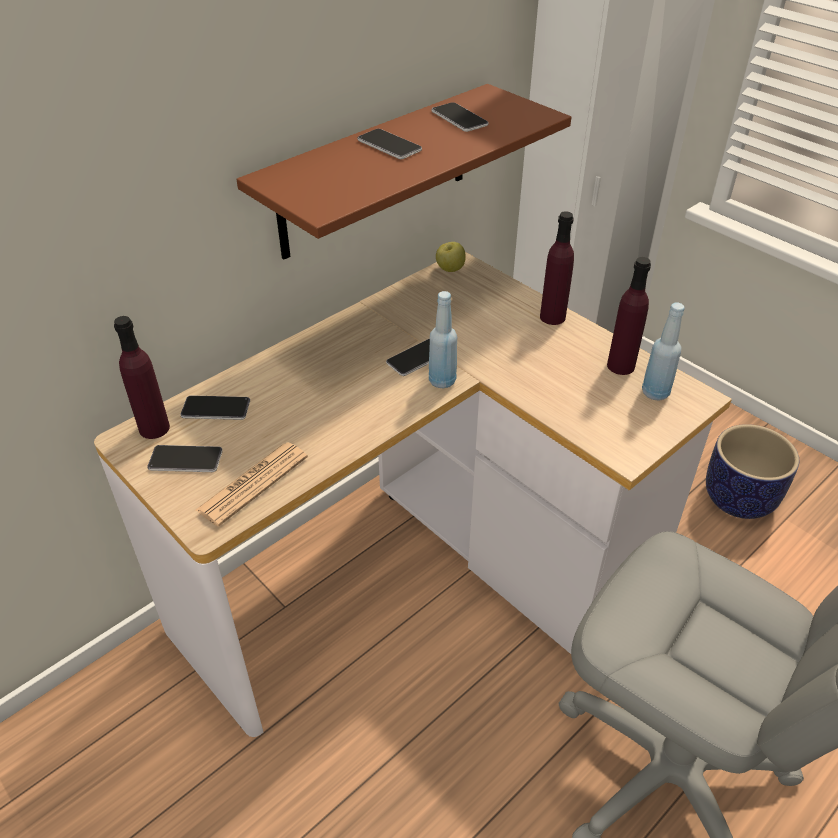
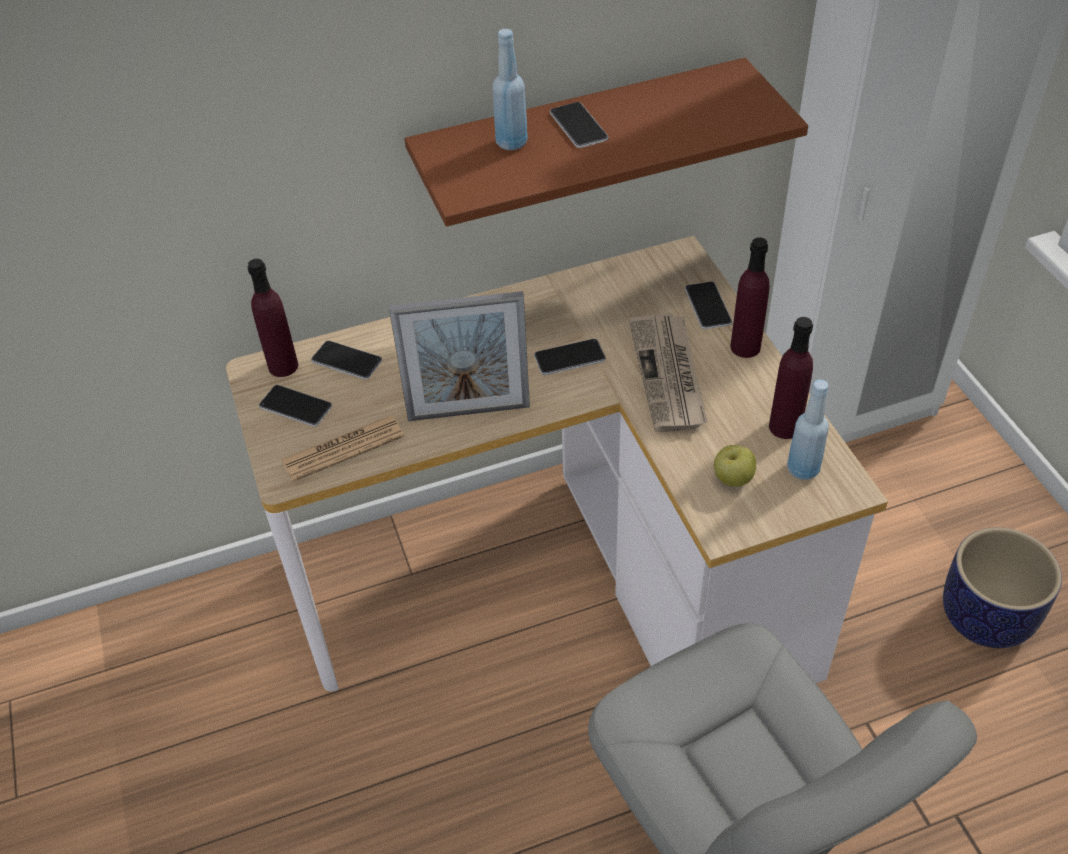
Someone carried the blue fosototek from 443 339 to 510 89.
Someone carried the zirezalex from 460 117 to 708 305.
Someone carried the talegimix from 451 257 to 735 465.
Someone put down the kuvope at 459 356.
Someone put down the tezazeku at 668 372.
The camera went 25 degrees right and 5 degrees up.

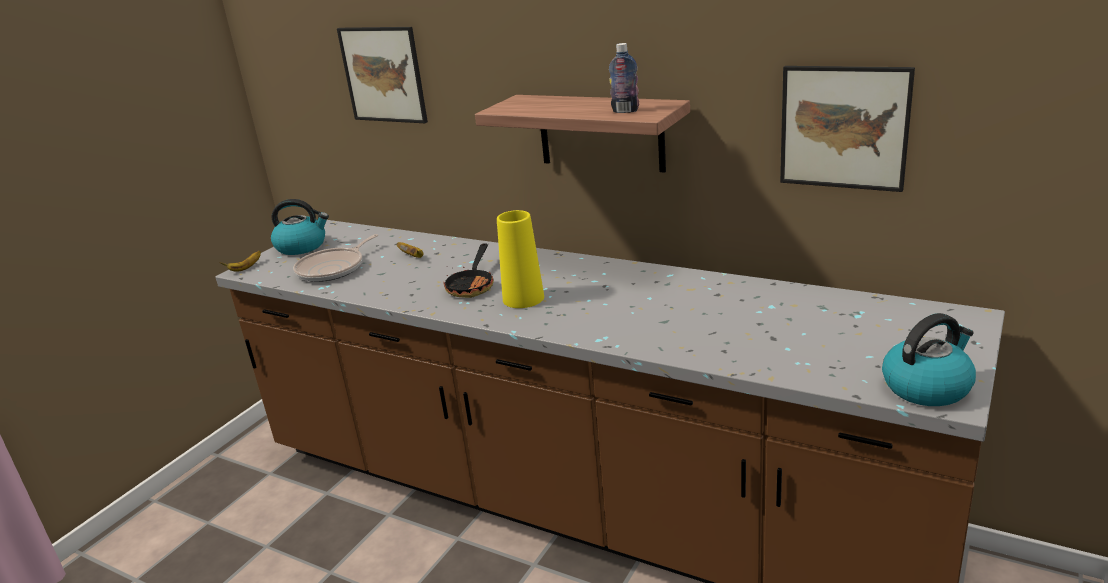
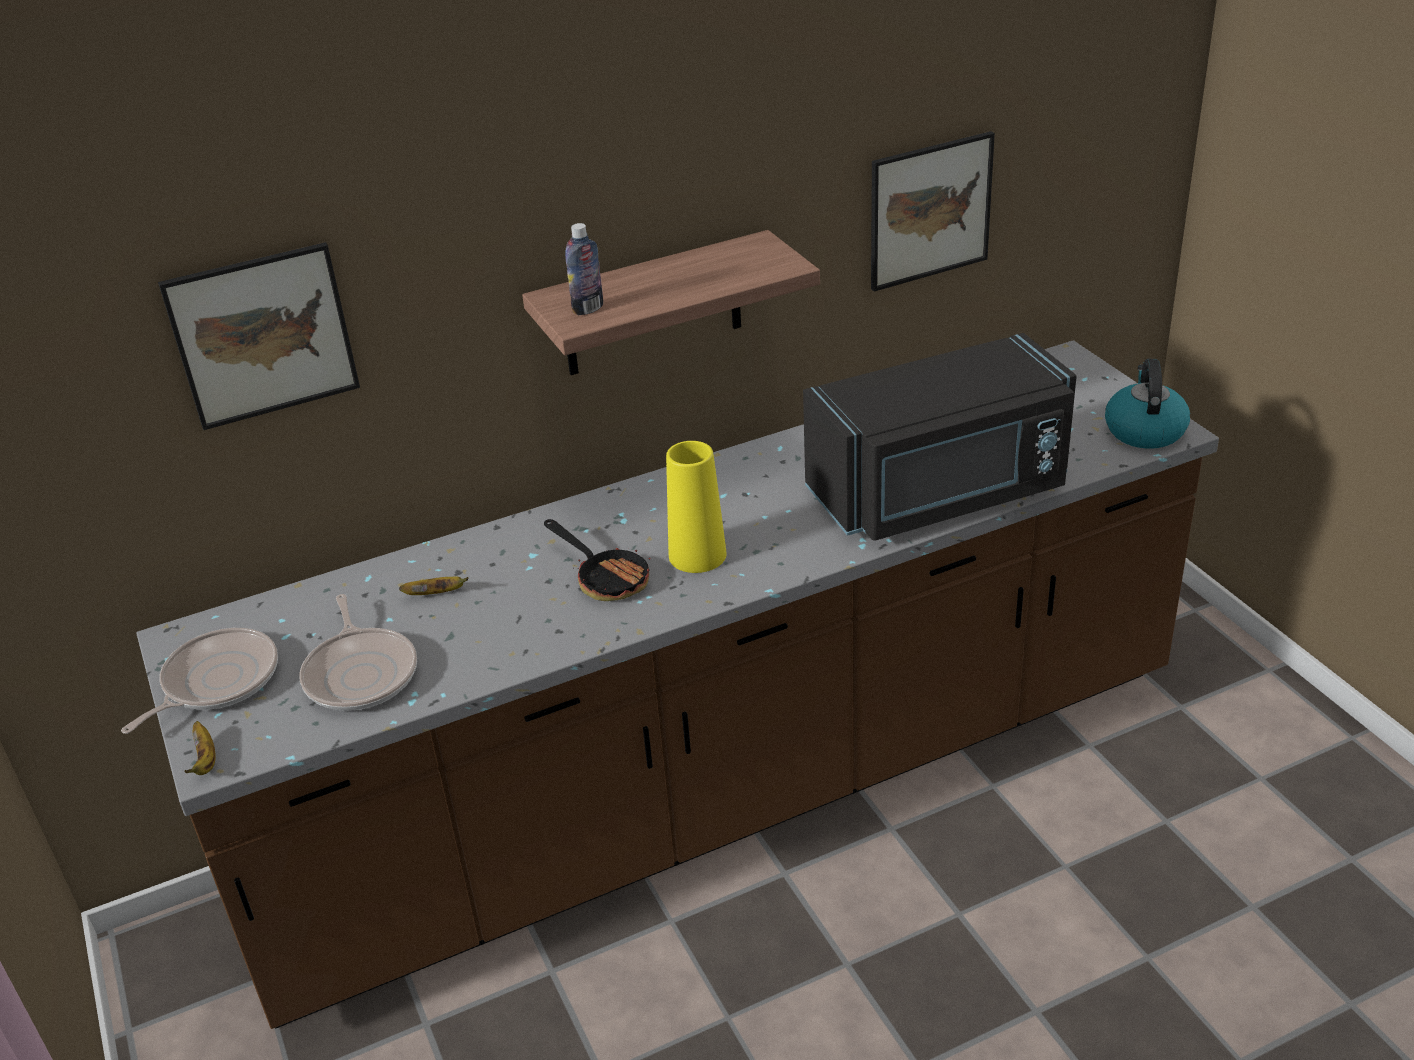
Someone swapped the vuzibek at 300 227 for the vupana at 199 681.
Someone carried the fosototek from 624 78 to 584 269.
Someone put down the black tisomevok at 940 437.
The camera went 55 degrees left and 10 degrees up.

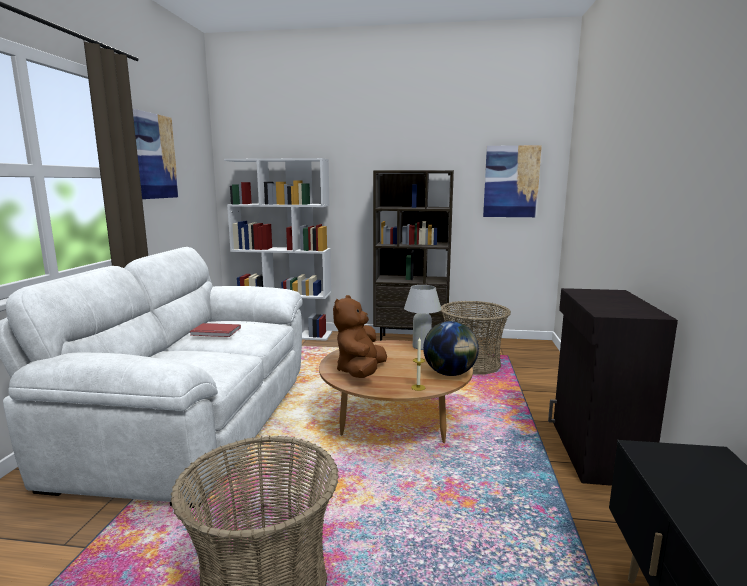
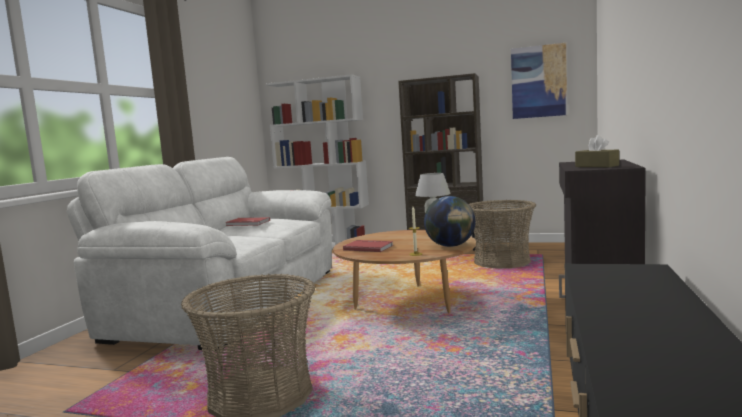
Someone took away the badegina at 156 154.
Someone swapped the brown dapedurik at 360 336 for the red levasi at 368 246.
Someone put down the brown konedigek at 597 151.
The camera went 10 degrees right and 5 degrees down.

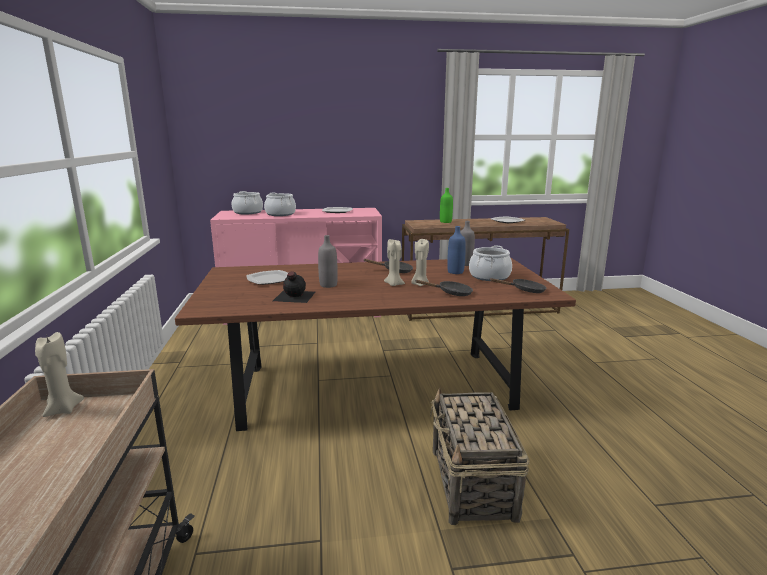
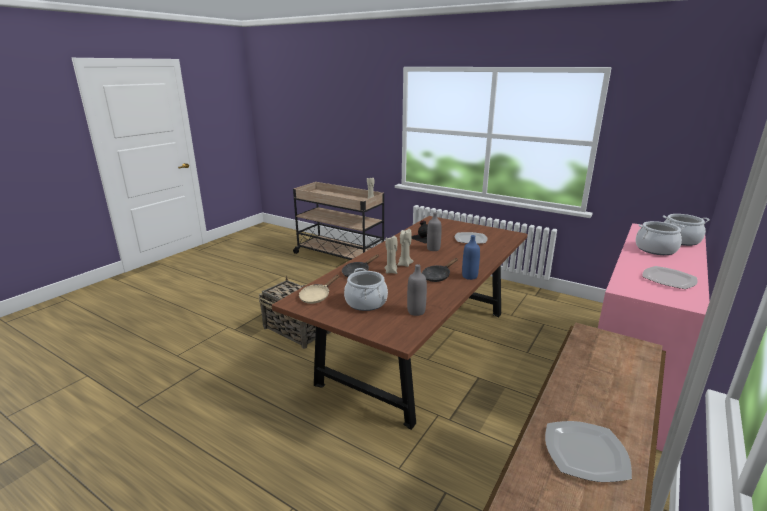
Someone took away the green fosototek at 446 205.
Someone carried the blue fosototek from 456 250 to 471 257.
Someone repainted the black vupana at 518 285, which became the beige vupana at 319 289.
The camera went 130 degrees right and 5 degrees up.

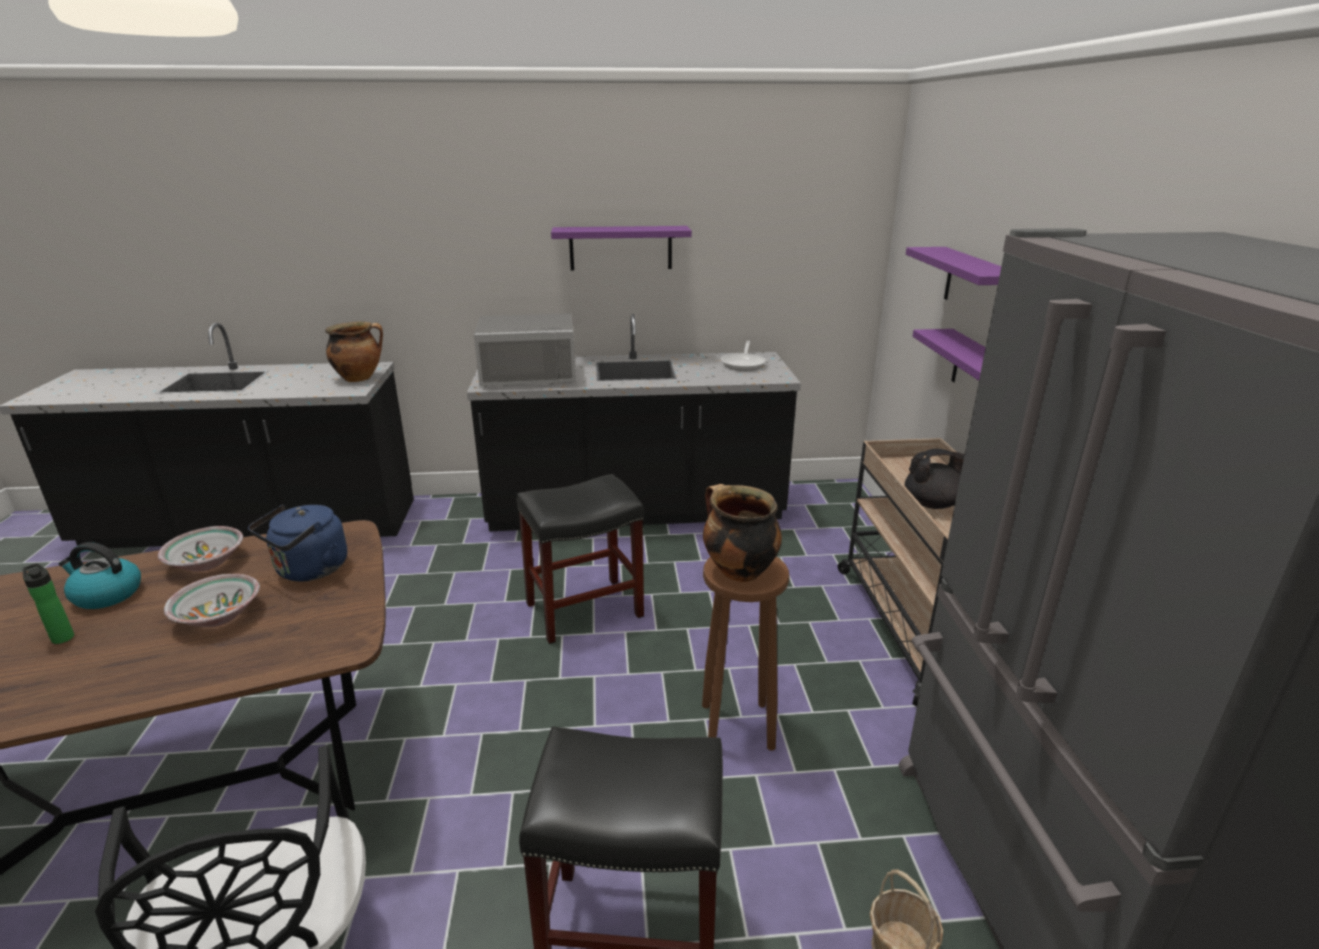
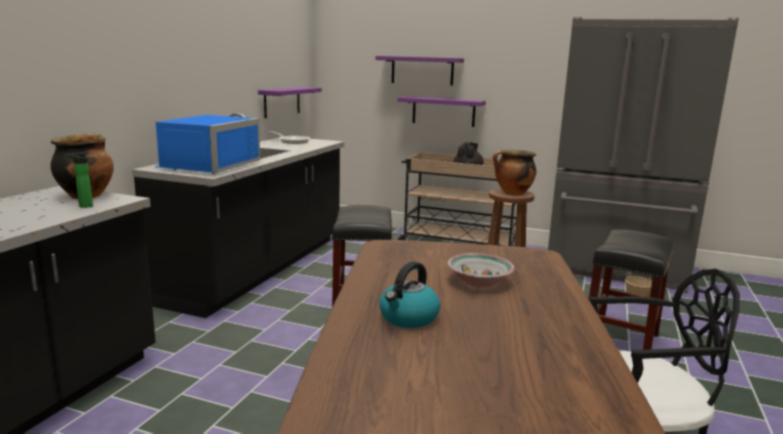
Someone carried the fosototek from 48 603 to 80 180.
Someone took away the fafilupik at 200 549.
Someone took away the blue vuzibek at 297 543.
Someone repainted the grey tisomevok at 525 349, which became the blue tisomevok at 207 144.
Someone carried the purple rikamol from 621 248 to 290 102.
The camera went 65 degrees left and 10 degrees down.

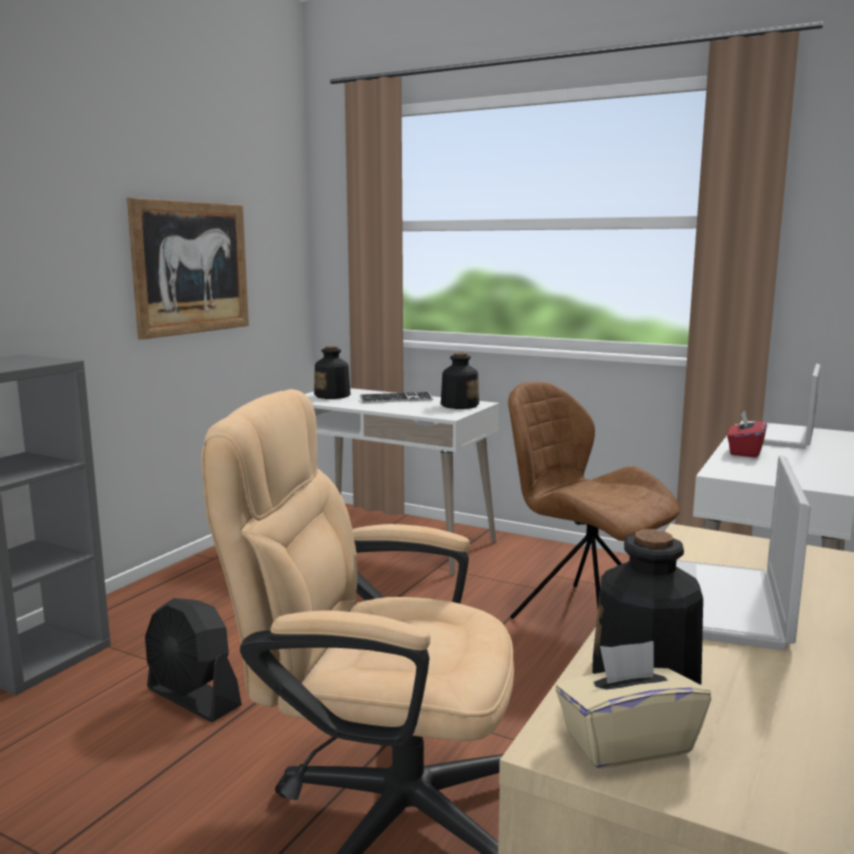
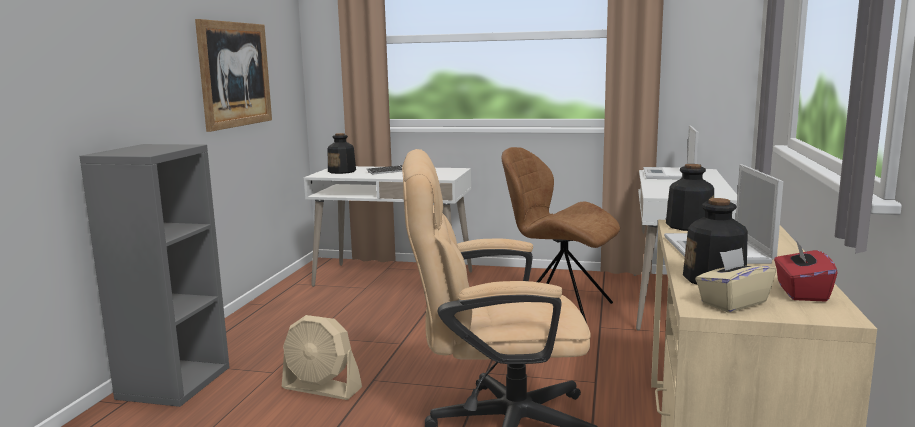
Someone repainted the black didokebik at 193 660, which became the beige didokebik at 322 357.
Someone carried the fosototek from 460 381 to 690 197.
Someone carried the red konedigek from 747 434 to 806 271.
The camera went 15 degrees left and 0 degrees up.

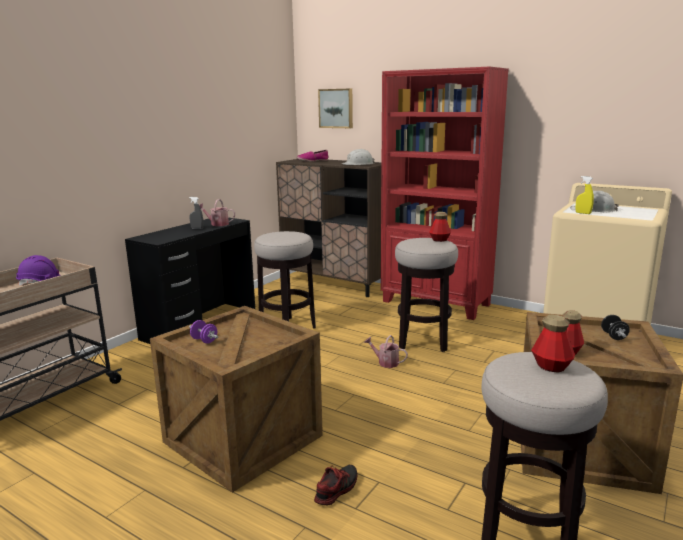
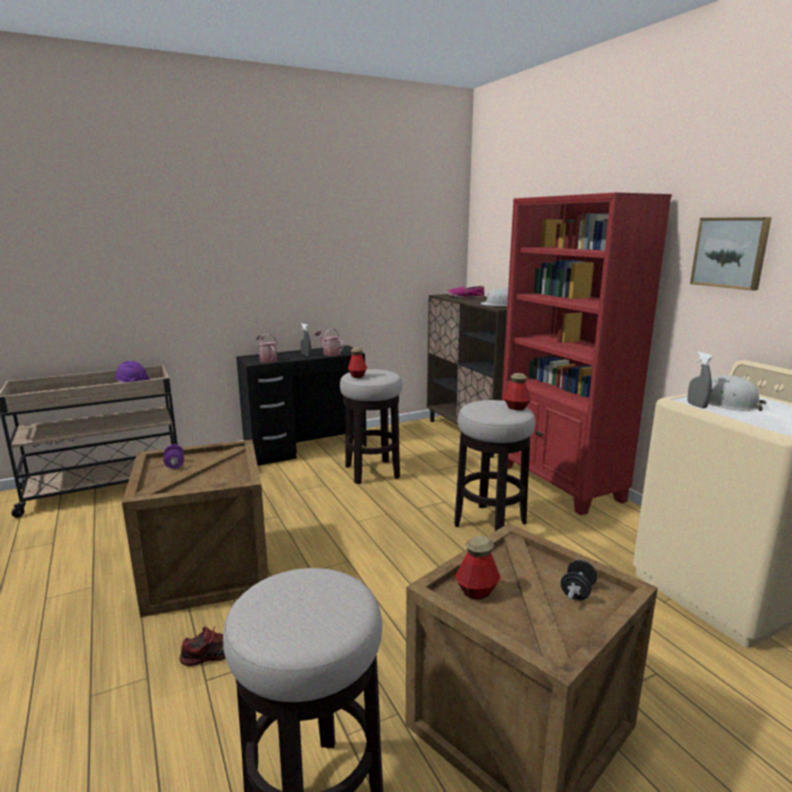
Someone carried the badegina from 335 108 to 731 254.
Someone carried the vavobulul from 386 351 to 267 348.
Someone carried the fosototek from 553 343 to 357 362.
Someone repainted the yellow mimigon at 585 195, which became the grey mimigon at 700 380.
The camera went 30 degrees right and 0 degrees up.

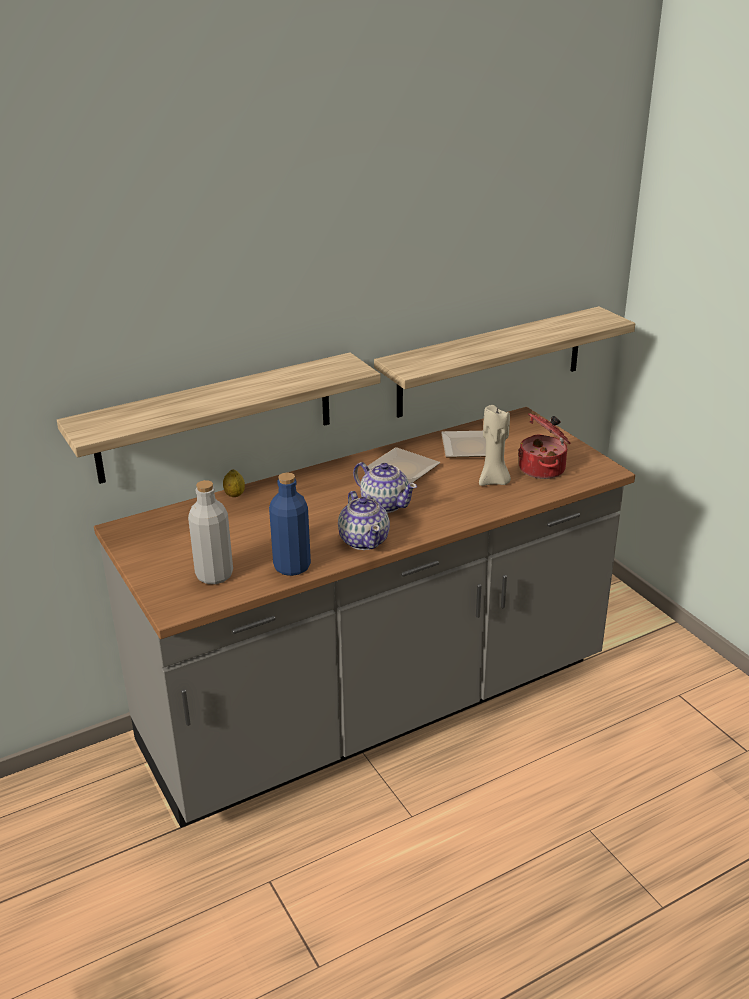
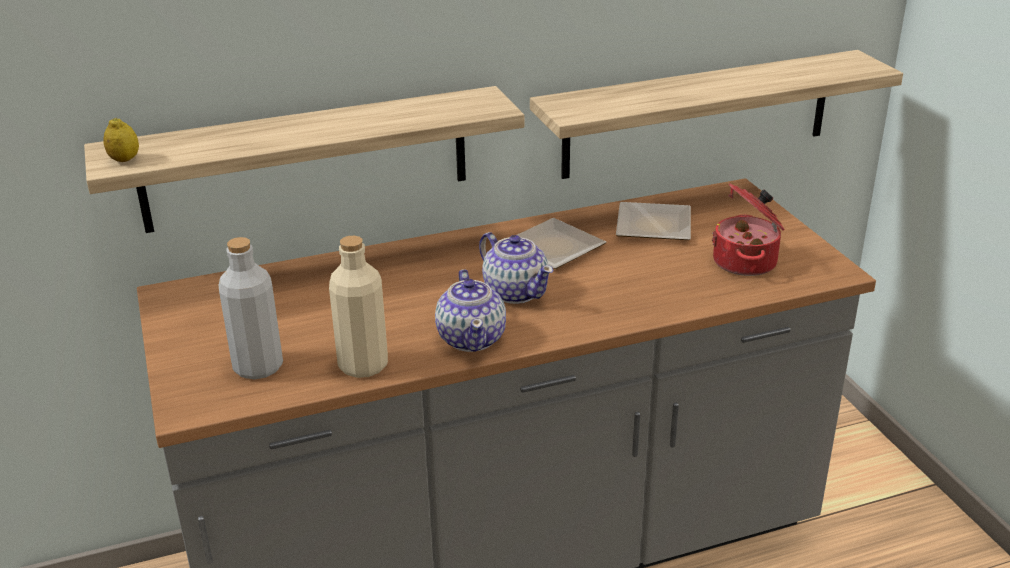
Someone carried the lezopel from 234 483 to 121 140.
Someone repainted the blue fosototek at 290 524, which became the beige fosototek at 358 307.
Someone took away the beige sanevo at 495 445.
The camera went 10 degrees right and 0 degrees up.

